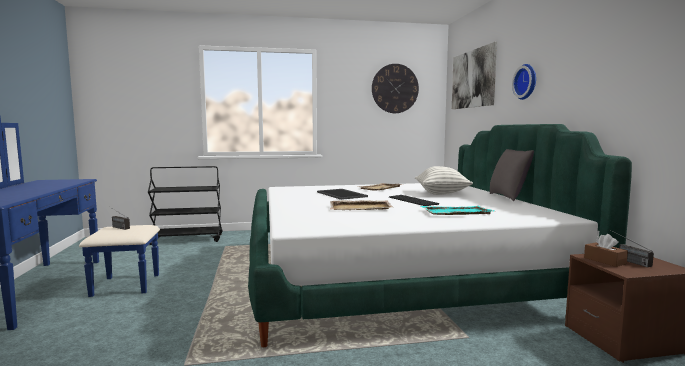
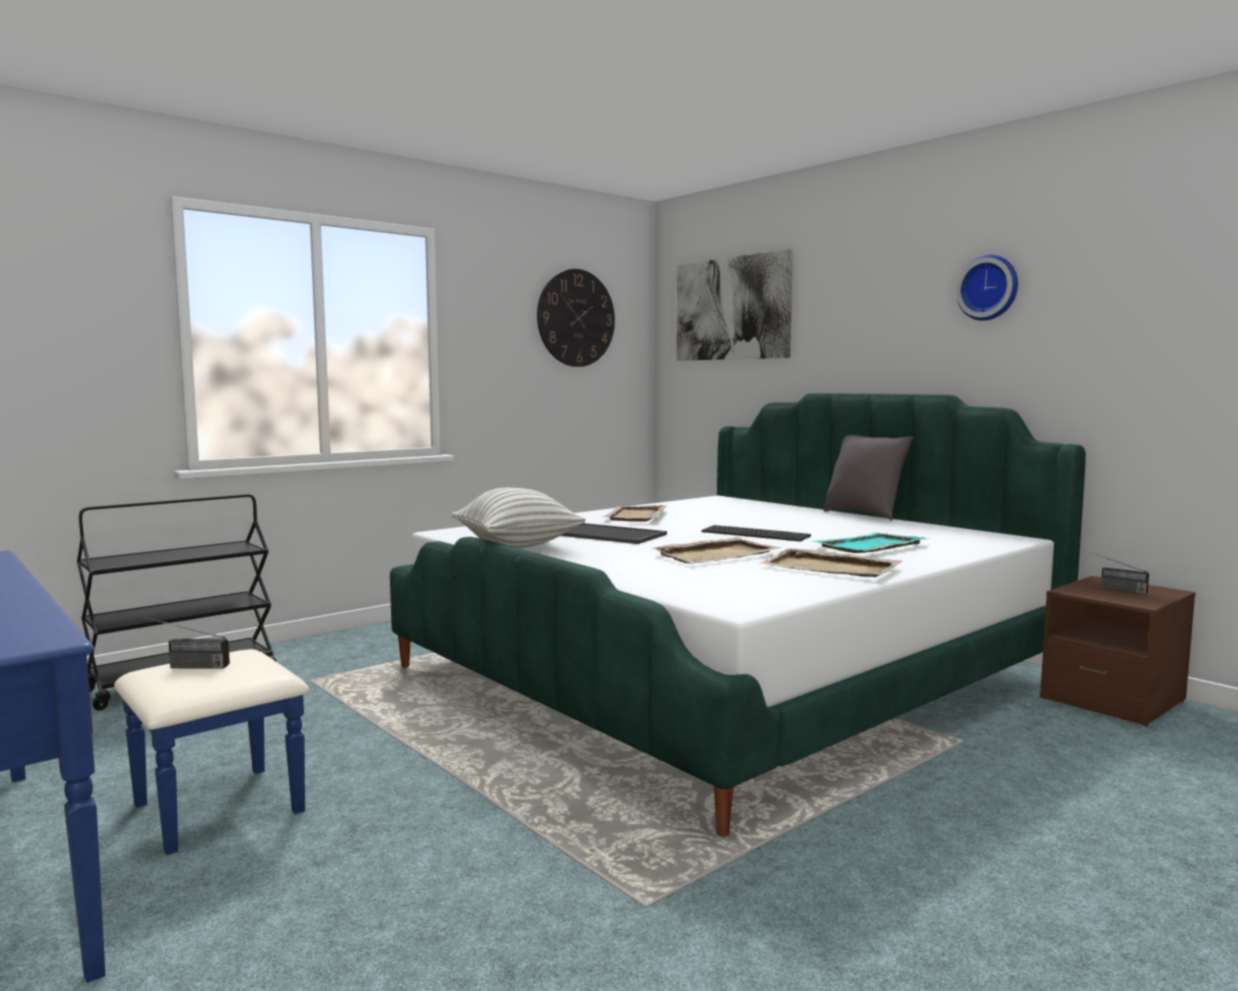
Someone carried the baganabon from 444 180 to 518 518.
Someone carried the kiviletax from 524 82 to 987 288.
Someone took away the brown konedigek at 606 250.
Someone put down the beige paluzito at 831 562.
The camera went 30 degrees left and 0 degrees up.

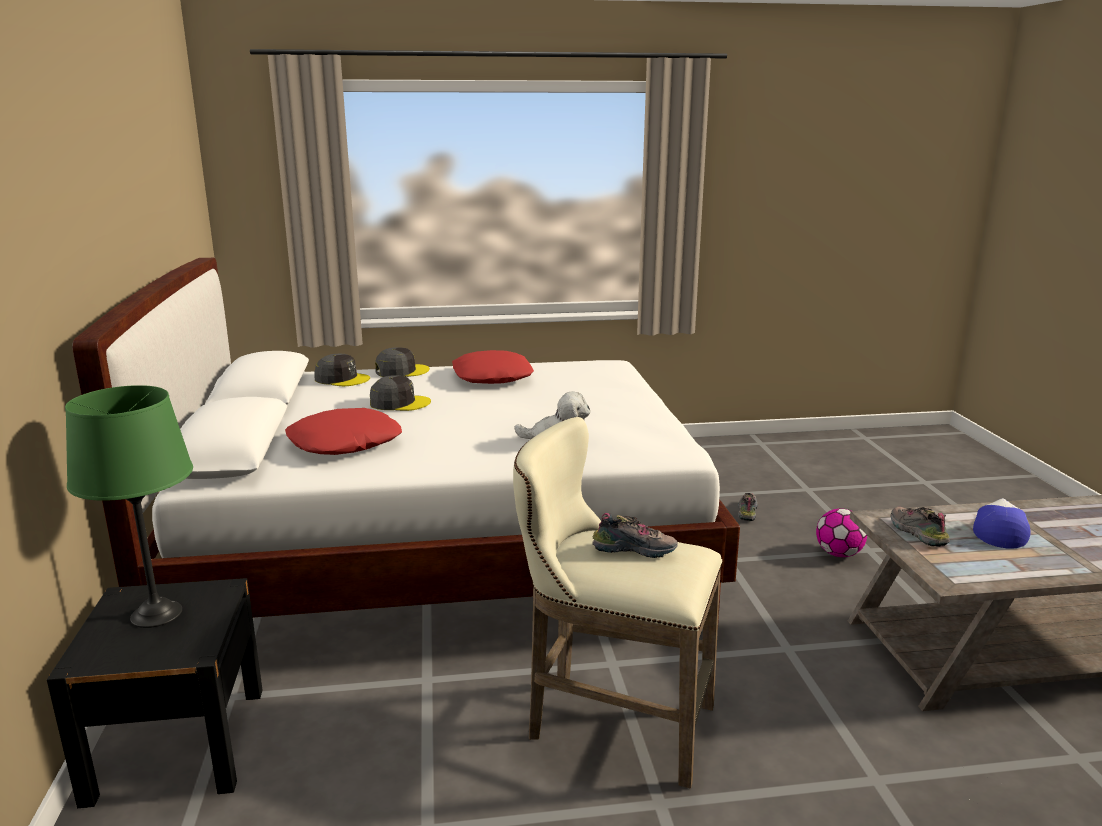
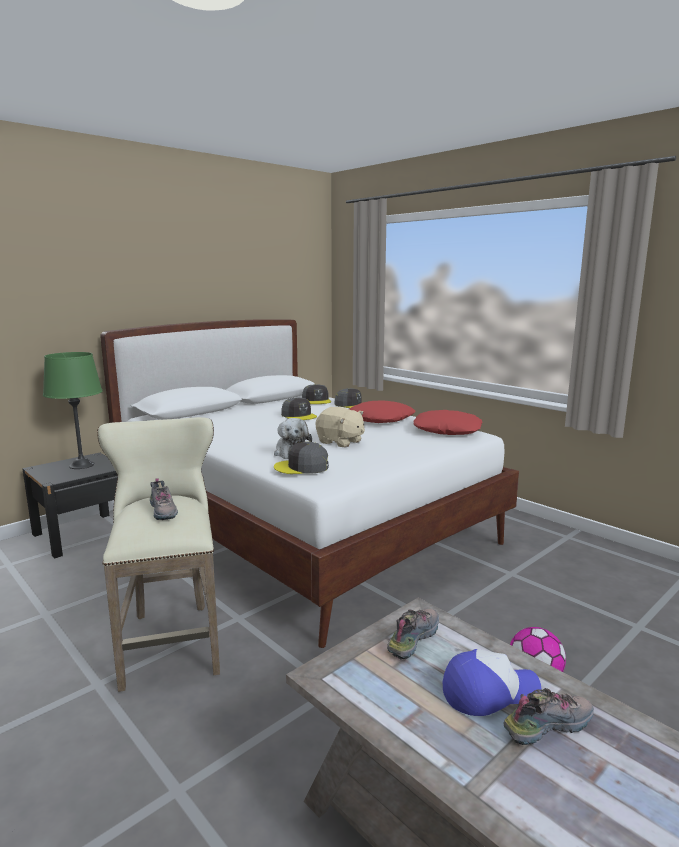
Someone carried the red baganabon from 343 431 to 447 422.
Someone carried the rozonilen from 748 507 to 549 716.
Someone put down the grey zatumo at 301 458.
Someone put down the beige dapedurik at 340 427.
The camera went 55 degrees right and 5 degrees down.

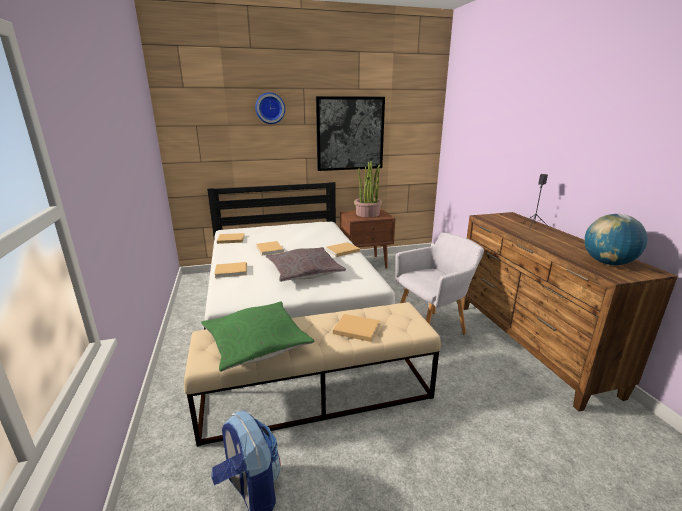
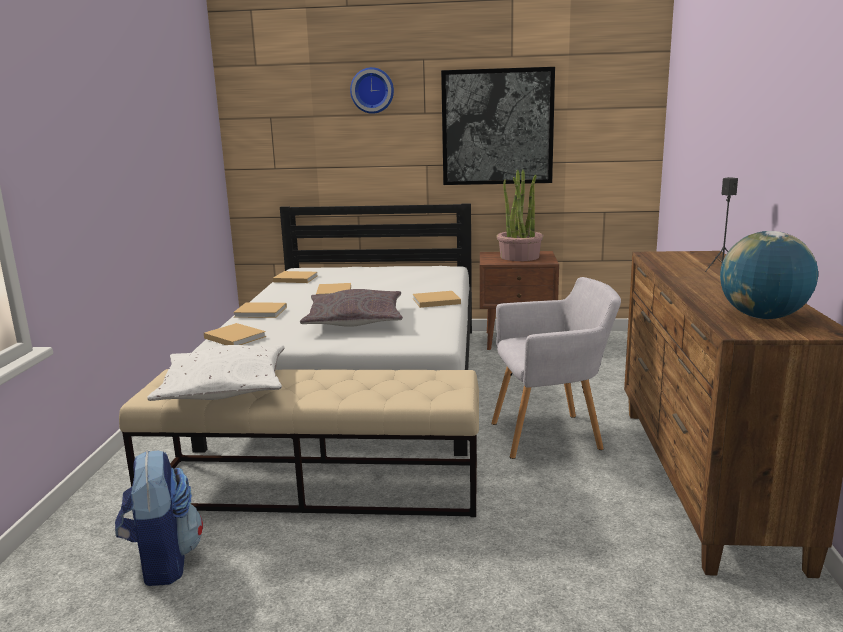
Someone repainted the green baganabon at 258 336, which became the white baganabon at 216 373.
Someone carried the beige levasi from 356 328 to 235 334.
The camera went 20 degrees right and 5 degrees down.

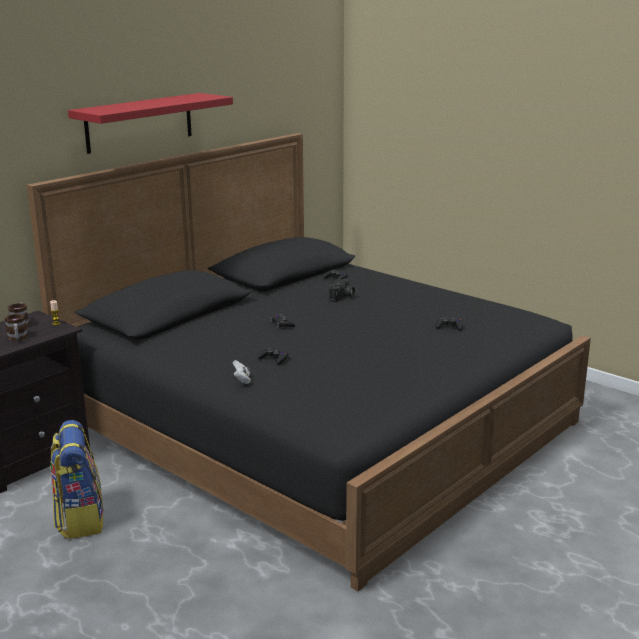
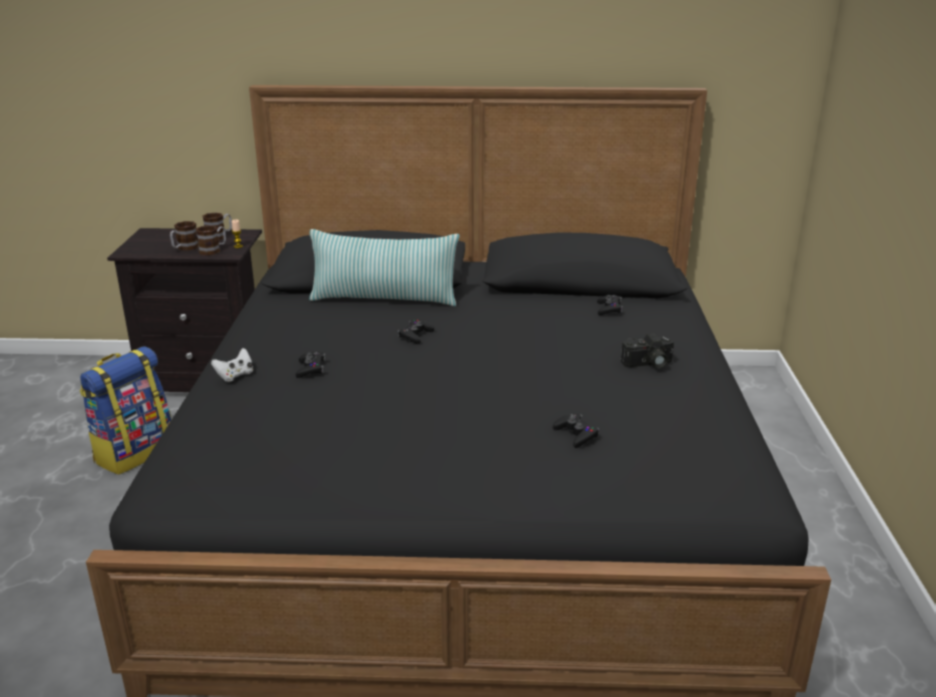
Someone took away the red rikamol at 150 123.
Someone carried the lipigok from 342 290 to 647 351.
Someone put down the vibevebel at 211 240.
Someone put down the baganabon at 384 267.
The camera went 50 degrees right and 5 degrees up.

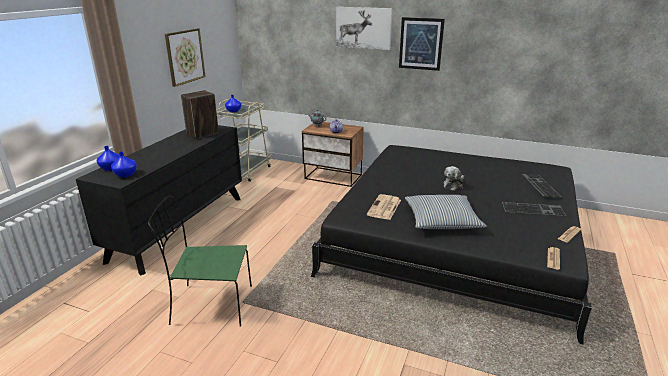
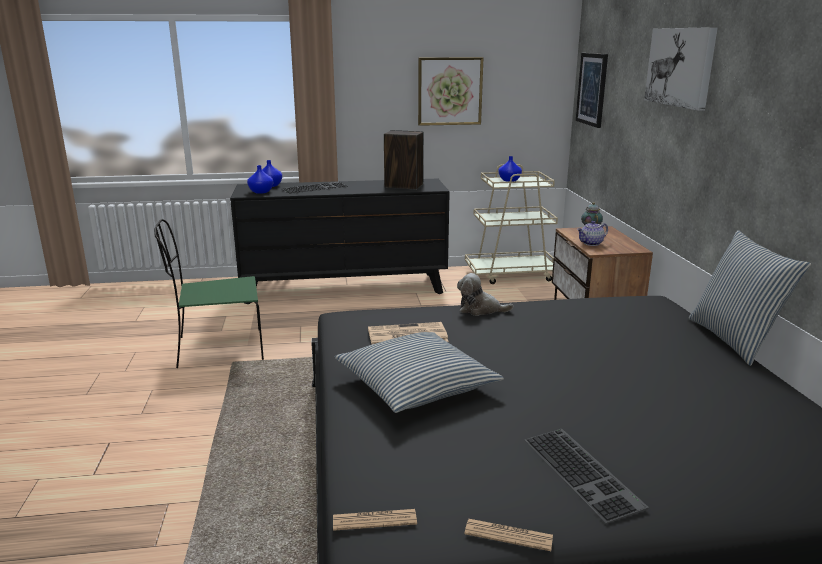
Someone rotated the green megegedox at 200 261 by 75 degrees counterclockwise.
Someone carried the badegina from 422 44 to 592 90.
Someone carried the dapedurik from 454 178 to 485 294.
Someone carried the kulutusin from 541 185 to 314 188.
Someone put down the baganabon at 750 298.
The camera went 60 degrees right and 5 degrees down.

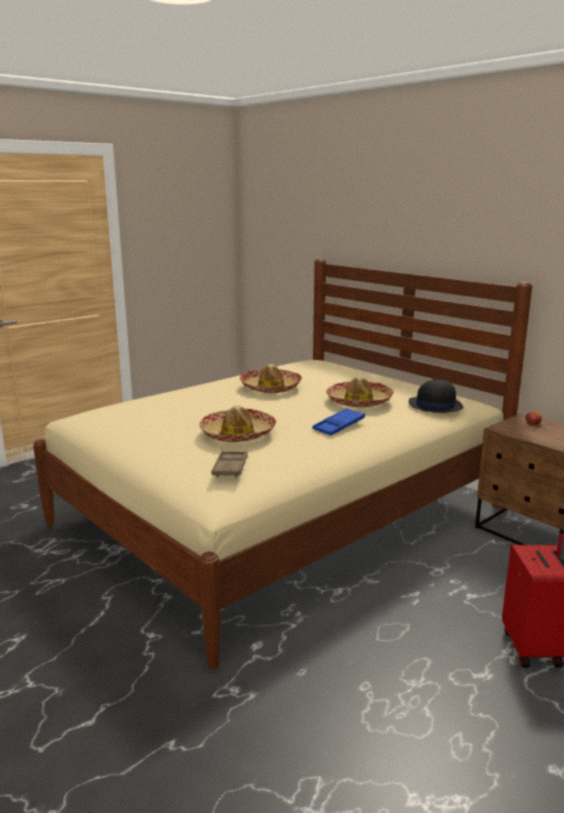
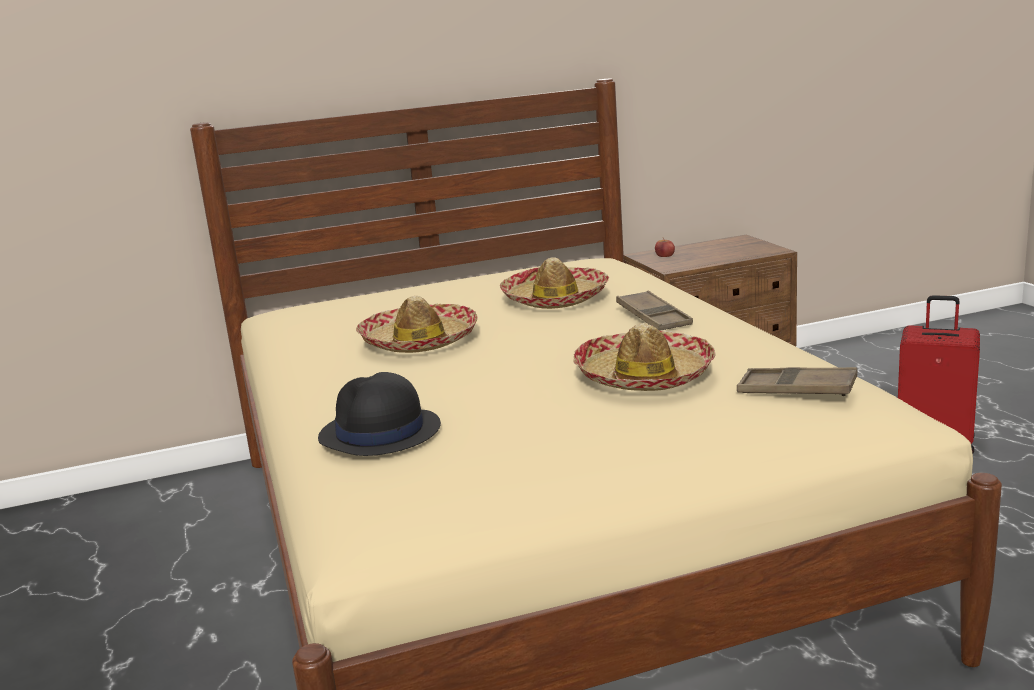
Someone repainted the blue paluzito at 339 421, which became the brown paluzito at 654 311.
Someone carried the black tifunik from 436 395 to 379 414.
The camera went 65 degrees left and 0 degrees up.

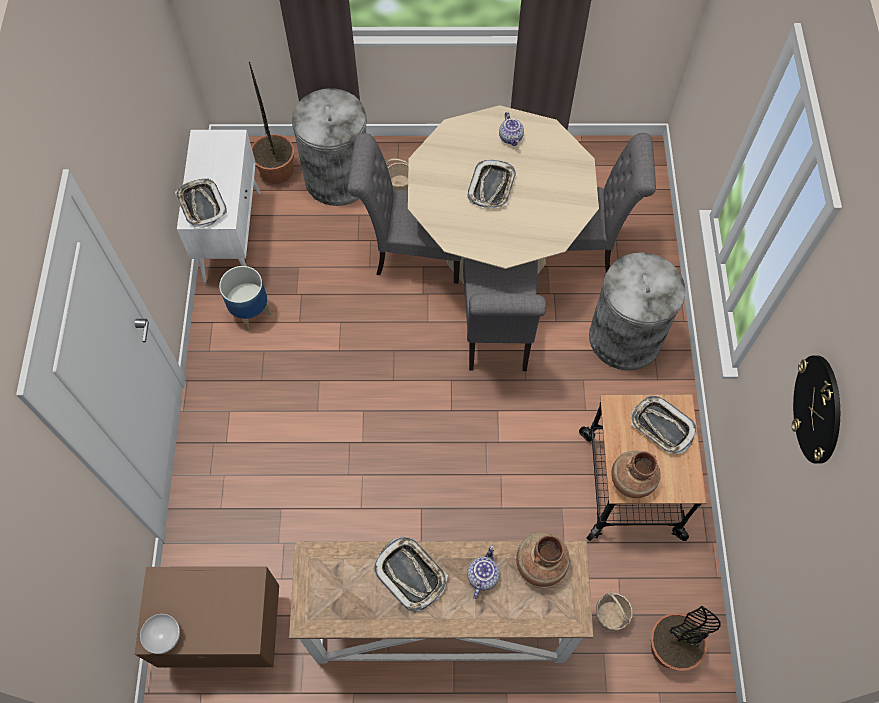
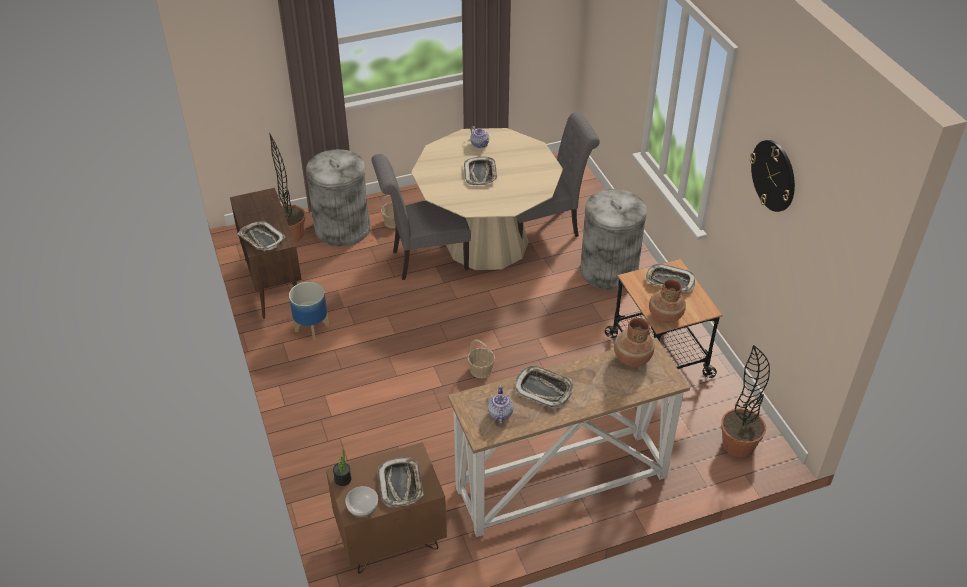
Someone repainted the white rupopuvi at 219 206, which became the brown rupopuvi at 266 253.
Someone took away the grey megegedox at 504 315.
Someone carried the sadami from 483 572 to 500 404.
Someone carried the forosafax from 614 611 to 481 358.
Someone put down the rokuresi at 342 467.
Someone put down the paluzito at 400 482.
The camera went 20 degrees left and 20 degrees down.

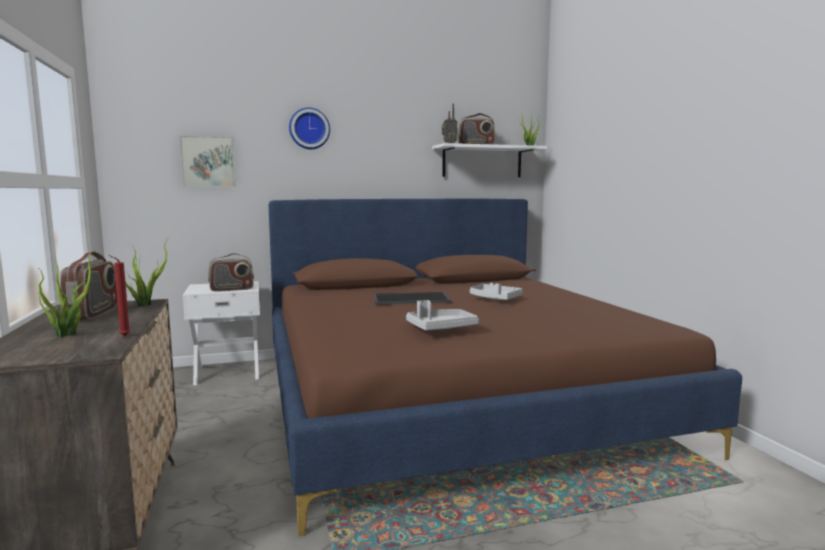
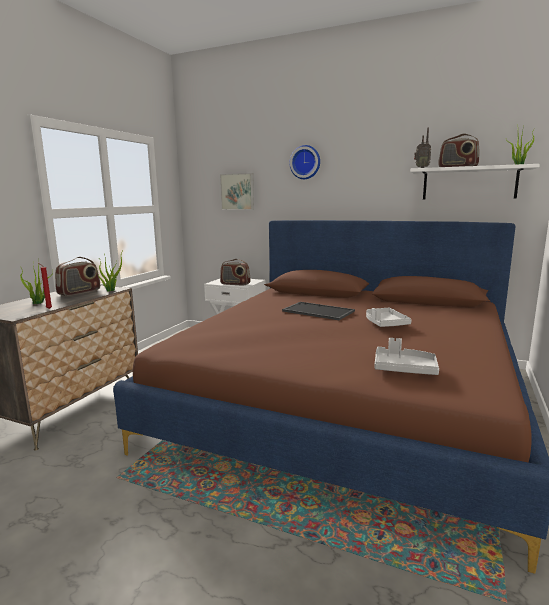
Someone carried the grey paluzito from 442 315 to 407 356.
The camera went 40 degrees right and 5 degrees up.

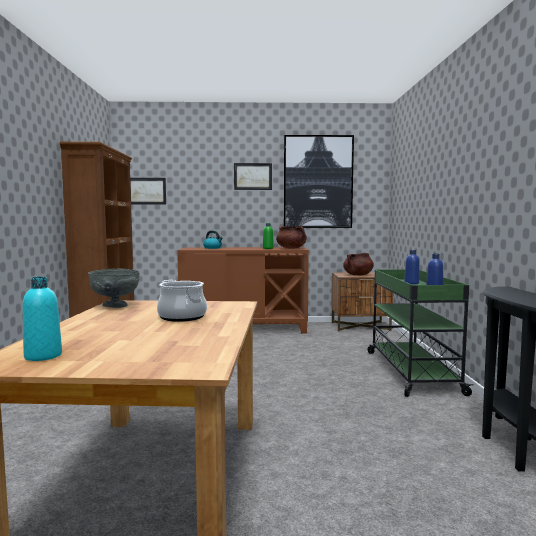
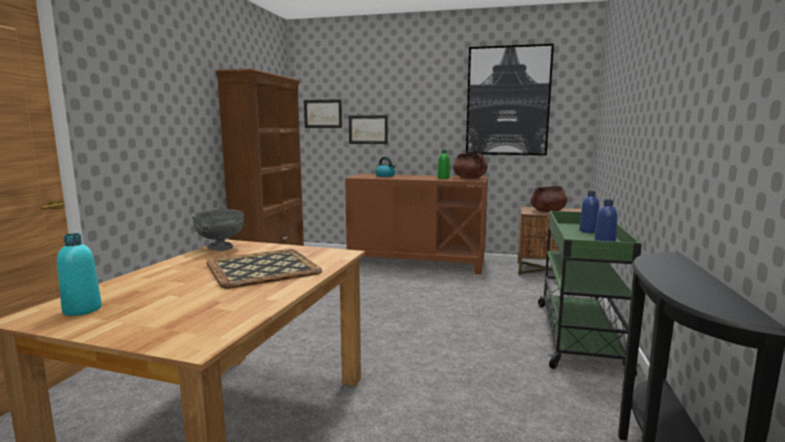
Someone swapped the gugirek at 182 301 for the paluzito at 264 269.
Someone carried the badegina from 253 176 to 368 129.
The camera went 15 degrees right and 5 degrees up.

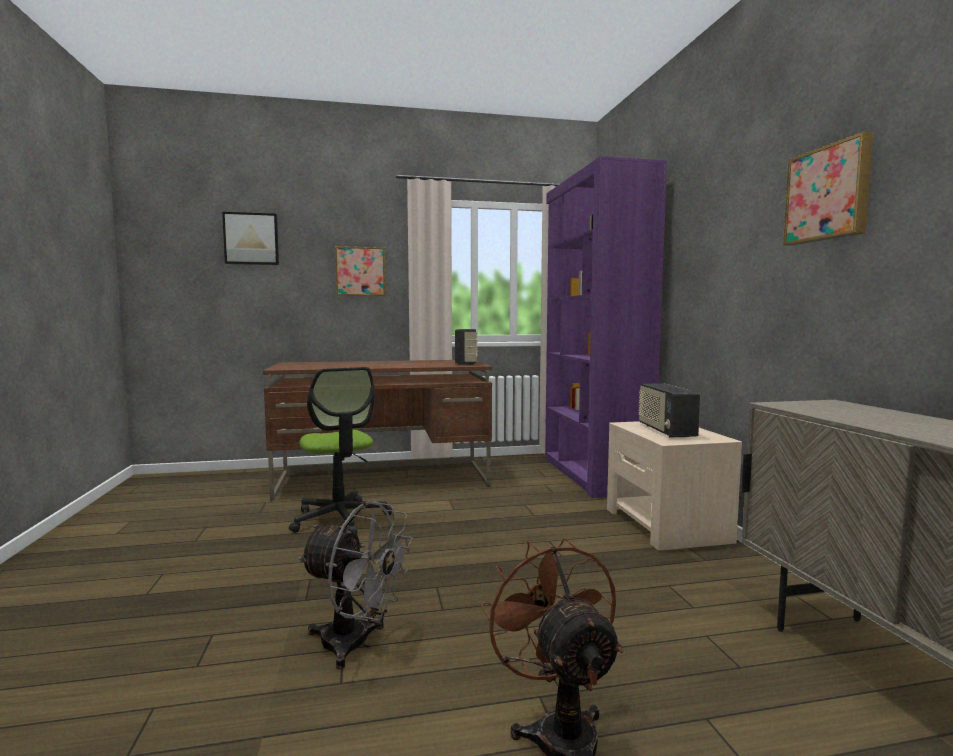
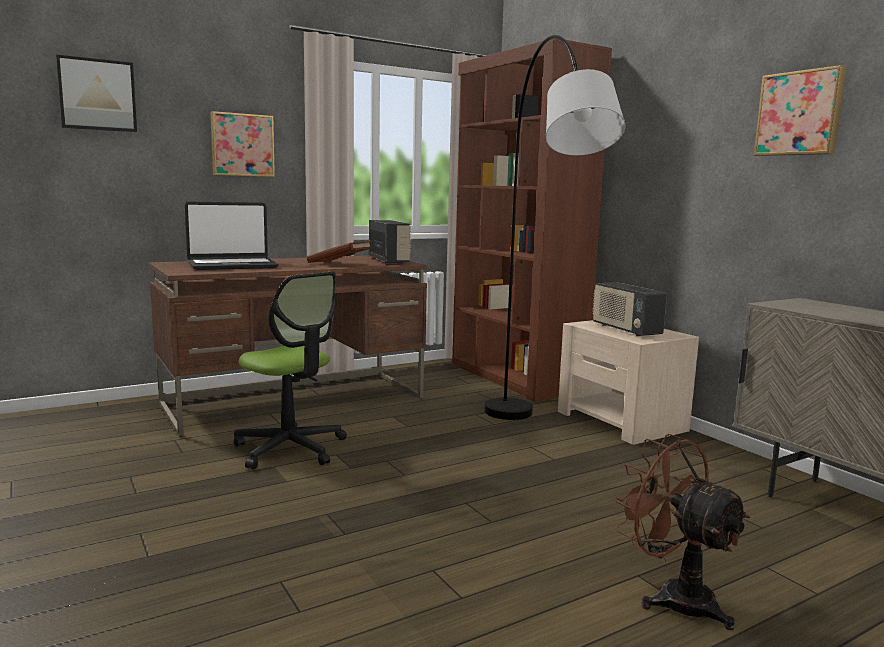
Someone took away the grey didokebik at 355 585.
Someone repainted the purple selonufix at 606 327, which became the brown selonufix at 532 220.
Someone put down the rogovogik at 232 235.
Someone put down the brown levasi at 339 251.
Someone put down the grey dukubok at 554 227.
The camera went 20 degrees left and 5 degrees up.

